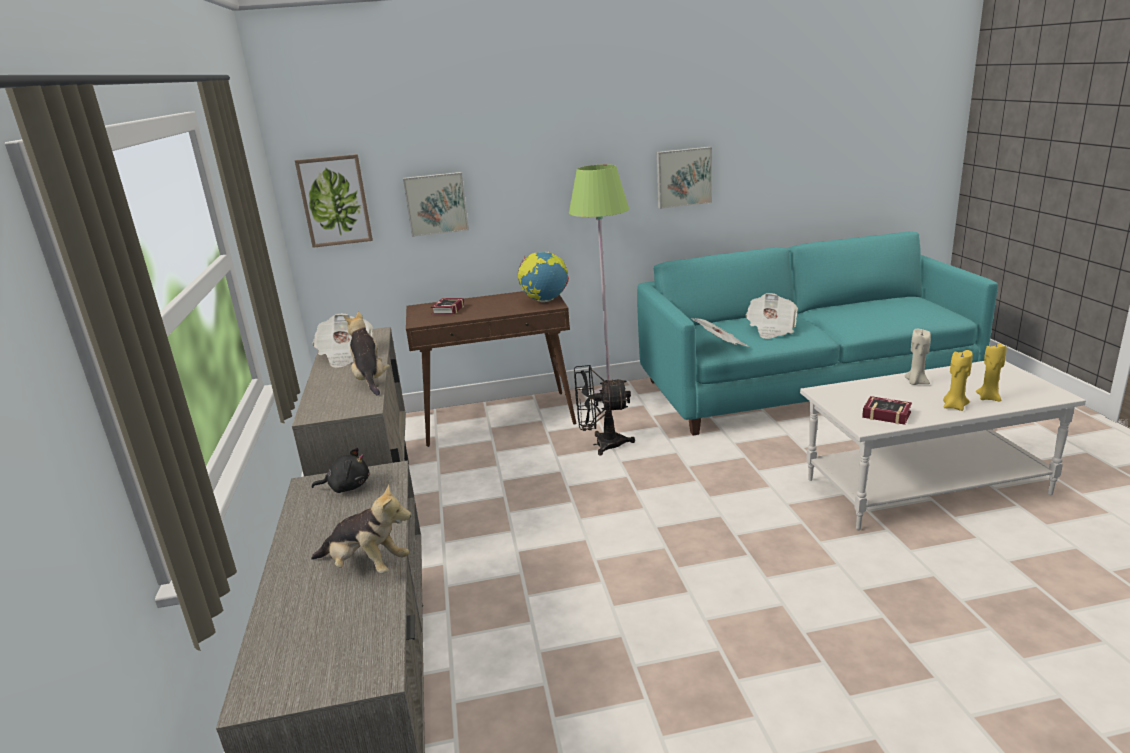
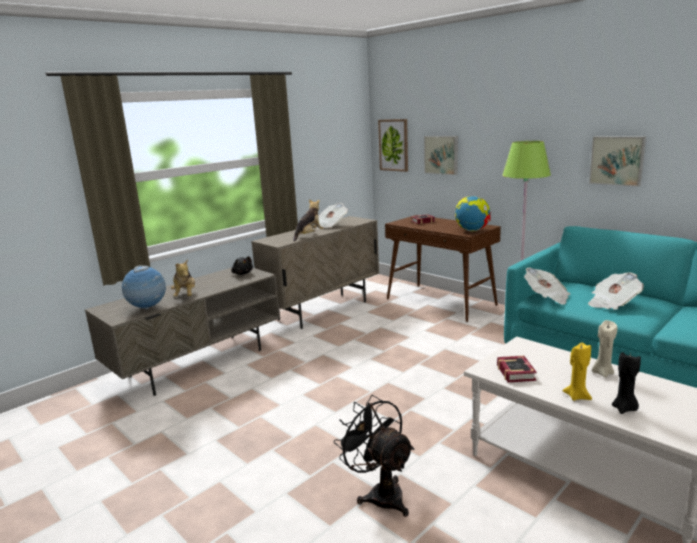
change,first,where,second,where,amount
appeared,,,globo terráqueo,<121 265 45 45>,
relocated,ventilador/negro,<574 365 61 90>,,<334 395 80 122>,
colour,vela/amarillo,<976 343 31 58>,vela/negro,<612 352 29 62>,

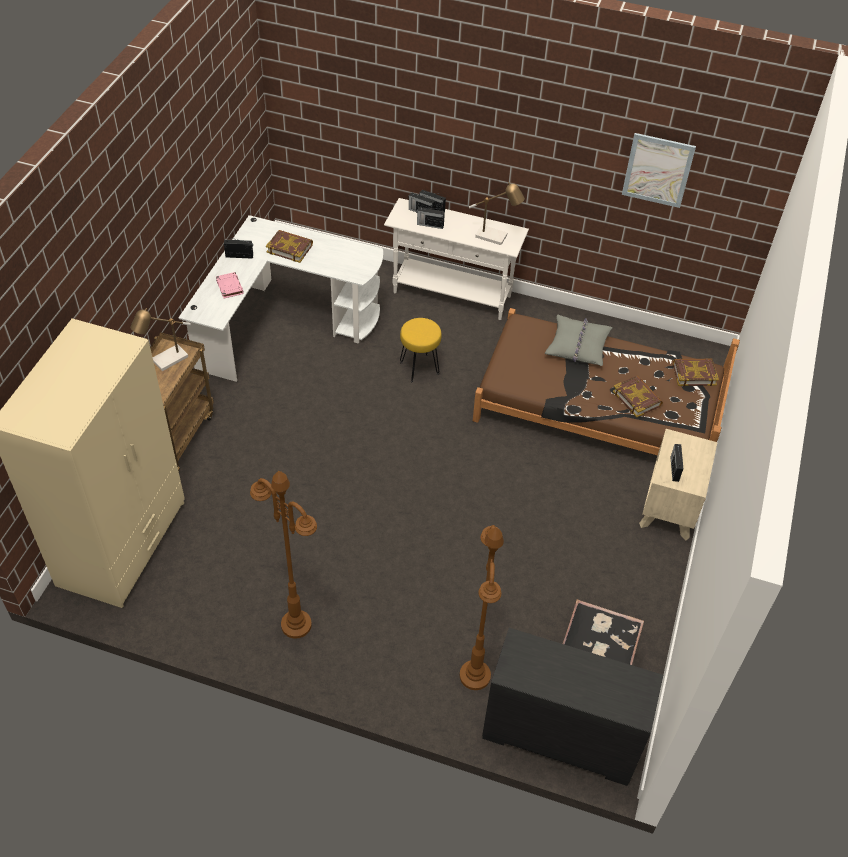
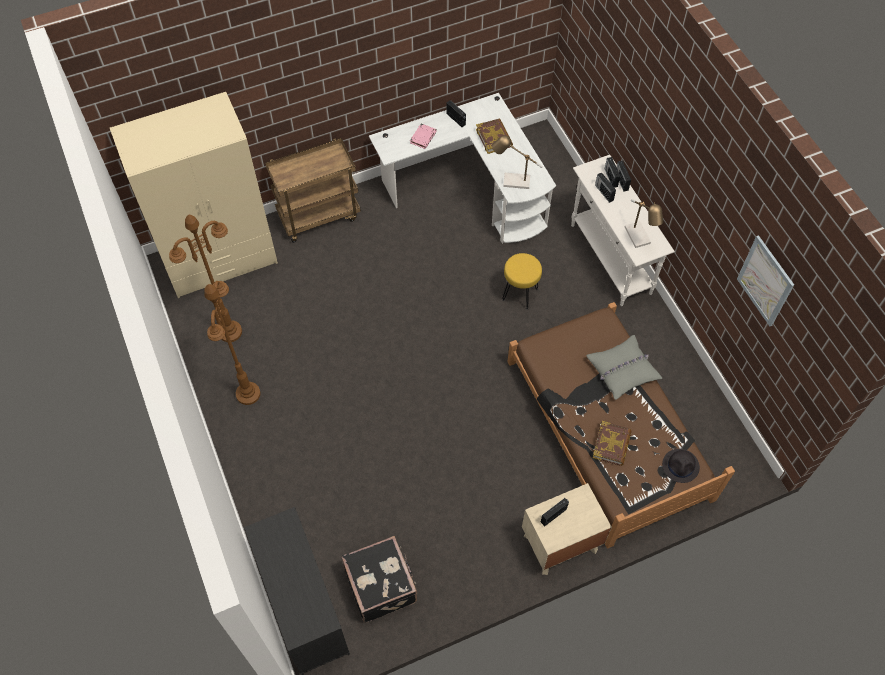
change,first,where,second,where,amount
relocated,lámpara de pie/marrón,<460 525 44 165>,,<169 214 73 128>,
relocated,lámpara de mesa,<130 308 61 63>,,<492 135 51 54>,
exchanged,libro,<673 358 46 28>,sombrero/negro,<662 449 38 34>,

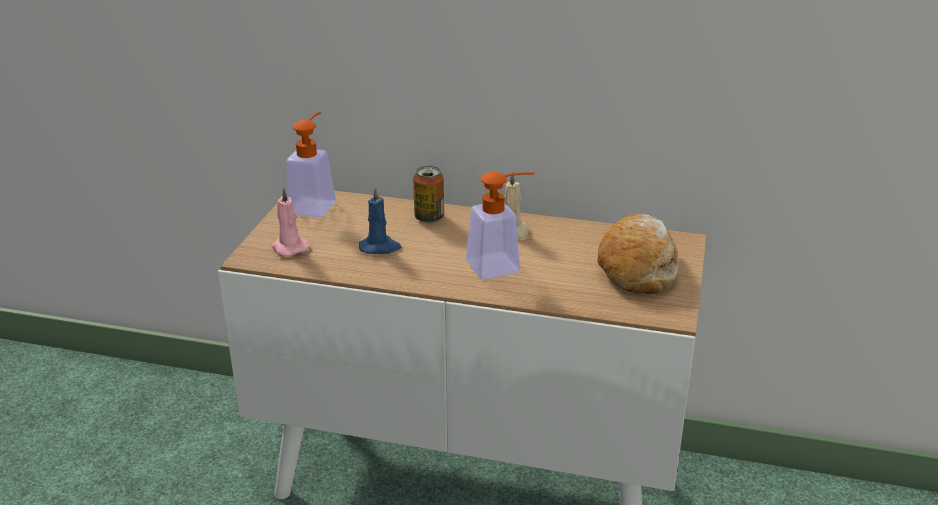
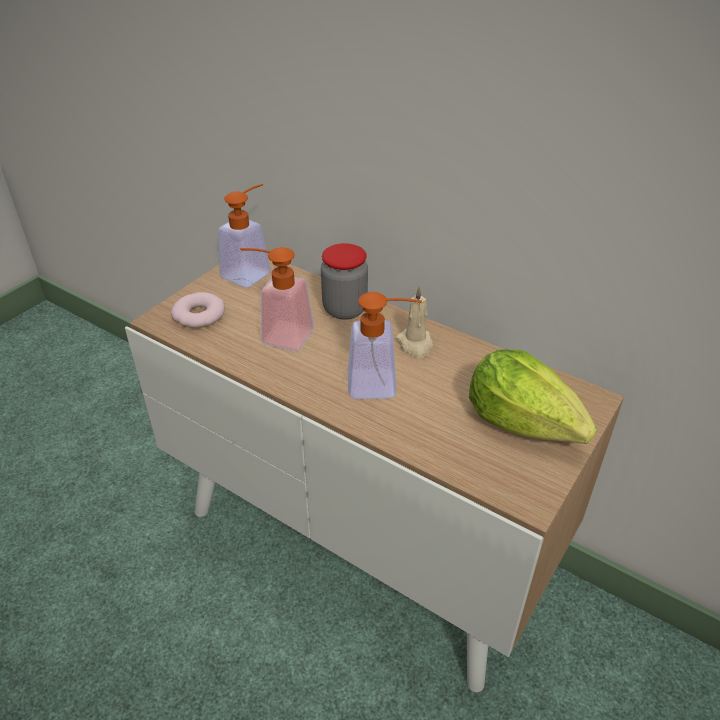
change,first,where,second,where,amount
exchanged,vela/rosa,<272 187 37 69>,rosquilla,<171 292 54 36>,
exchanged,vela/azul,<359 186 42 68>,dispensador de jabón,<240 247 74 104>,
exchanged,lata,<413 166 31 57>,tarro,<321 243 47 77>,
exchanged,pan,<598 214 80 80>,lechuga,<469 349 128 95>,

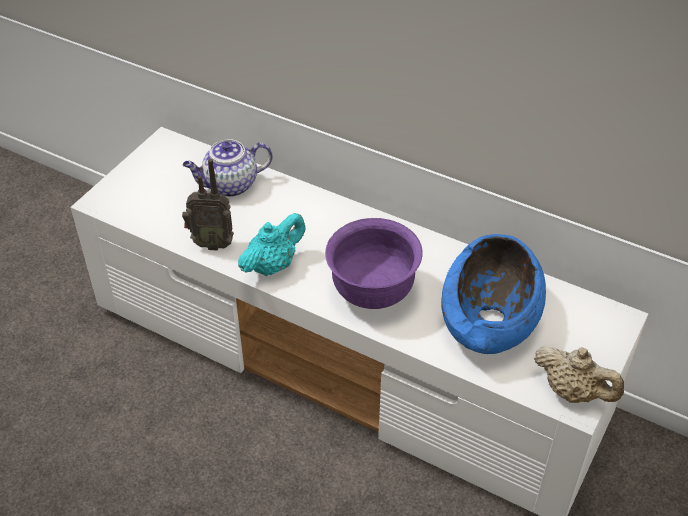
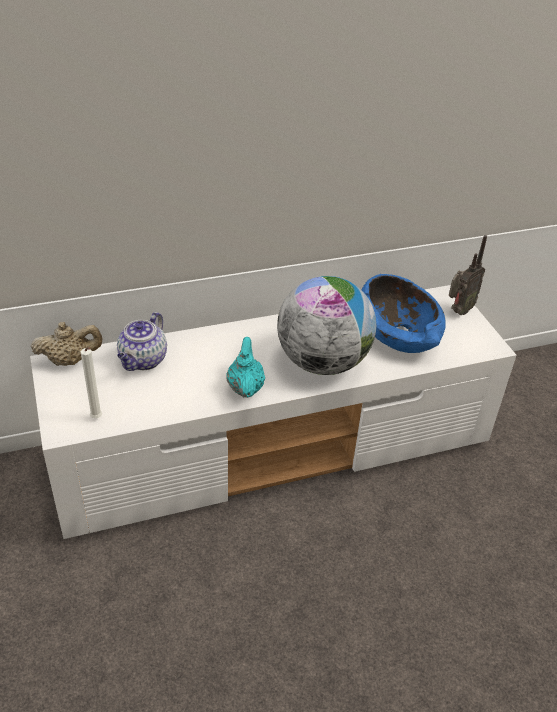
change,first,where,second,where,amount
relocated,tetera/beis,<534 346 90 57>,,<31 322 72 44>,
appeared,,,vela/blanco,<81 347 21 71>,
exchanged,cuenco/morado,<325 218 98 91>,globo terráqueo,<277 276 99 99>,
relocated,radio,<182 159 52 92>,,<449 235 38 80>,

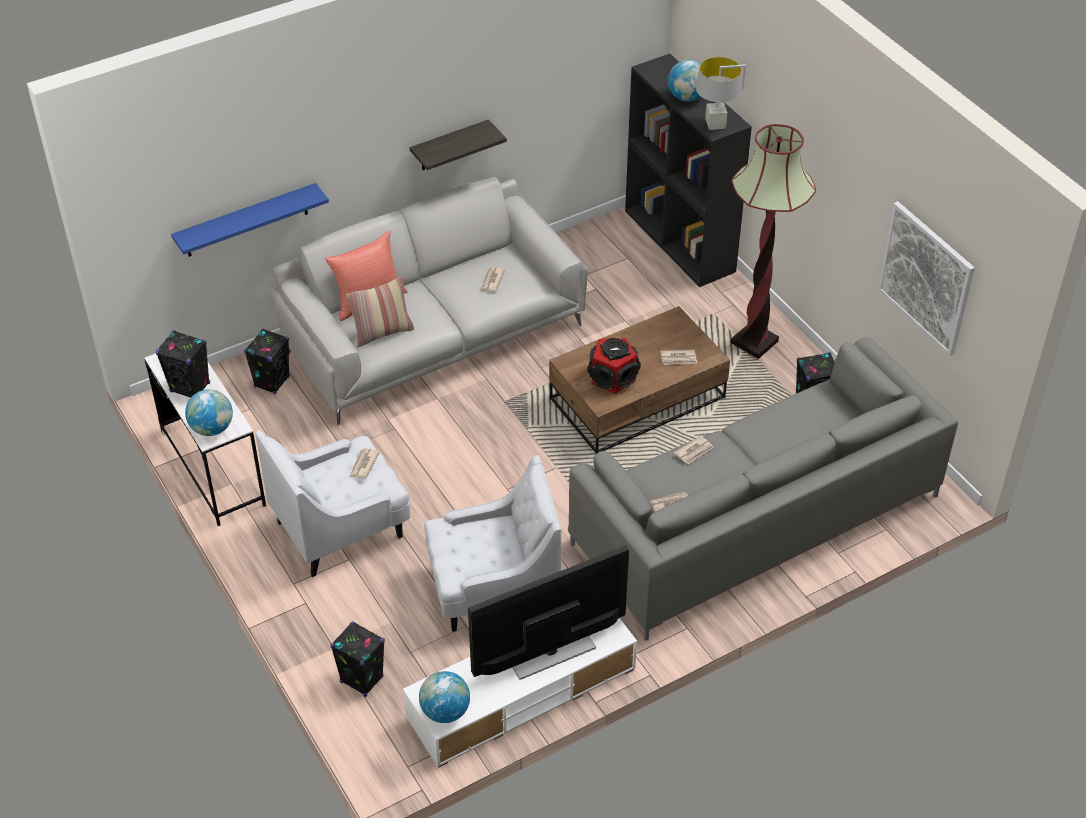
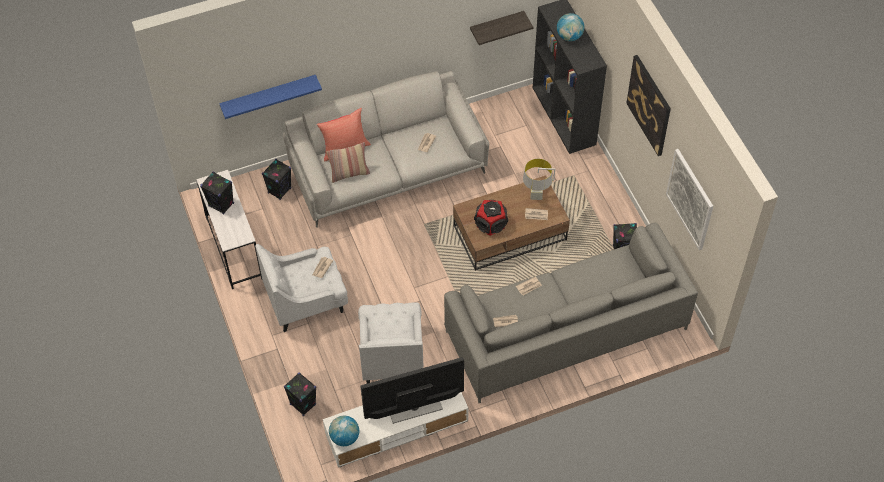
change,first,where,second,where,amount
spun,sillón/blanco,<424 455 138 177>,,<358 302 66 82>,90 degrees clockwise
relocated,estante,<410 119 97 51>,,<470 11 63 34>,
relocated,lámpara de mesa/gris,<696 57 50 73>,,<523 159 32 41>,
appeared,,,cuadro,<626 55 45 101>,
missing,globo terráqueo,<185 389 48 47>,,,
missing,lámpara de pie,<731 124 85 235>,,,

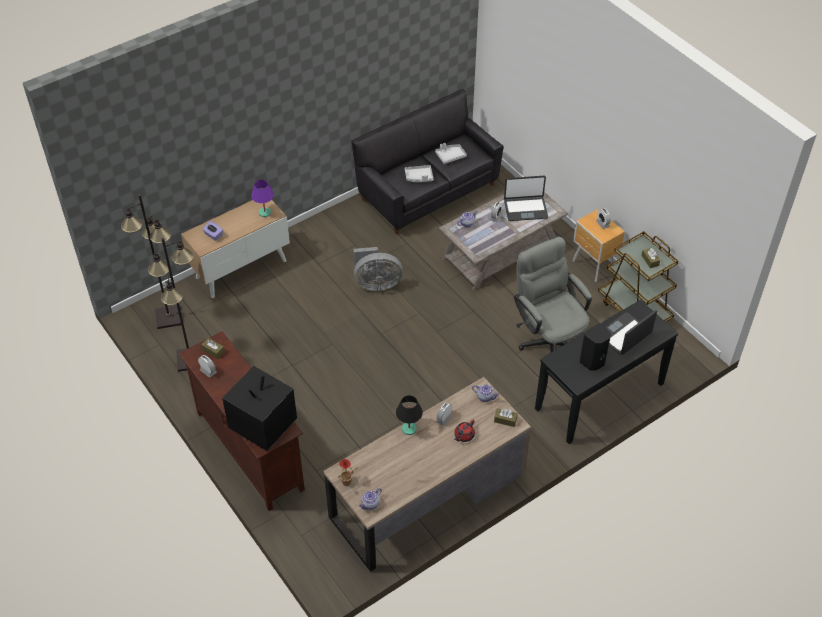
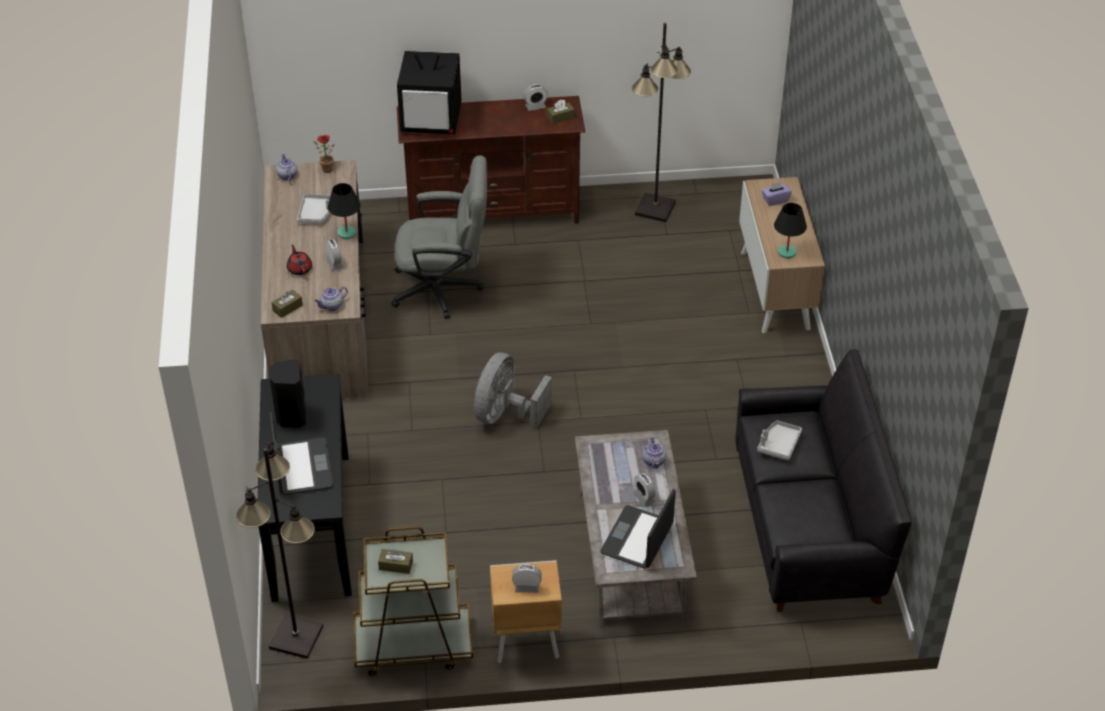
change,first,where,second,where,amount
relocated,lámpara de pie/negro,<121 194 61 135>,,<236 442 87 217>,
relocated,bandeja/gris,<435 143 32 21>,,<297 194 34 30>,
relocated,silla de oficina/gris,<514 237 78 115>,,<391 155 96 164>,
spun,televisor,<222 366 75 85>,,<397 51 64 83>,120 degrees clockwise
relocated,ventilador/gris,<354 247 49 44>,,<474 353 78 74>,
colour,lámpara de mesa/morado,<251 180 23 37>,lámpara de mesa/negro,<774 203 33 56>,

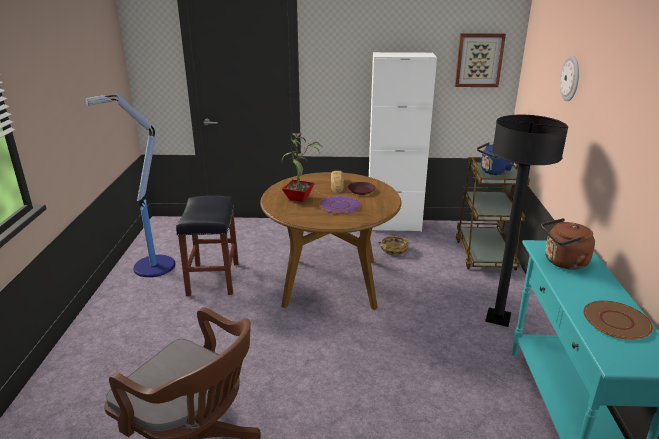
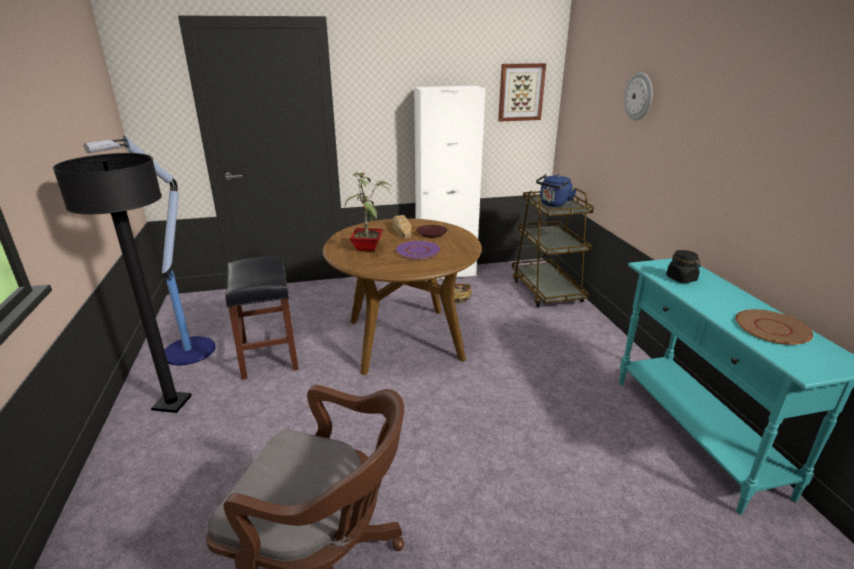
change,first,where,second,where,amount
relocated,lámpara de pie/negro,<485 115 83 212>,,<53 153 139 260>,
exchanged,hervidor/marrón,<541 218 54 52>,tarro/negro,<666 250 35 33>,

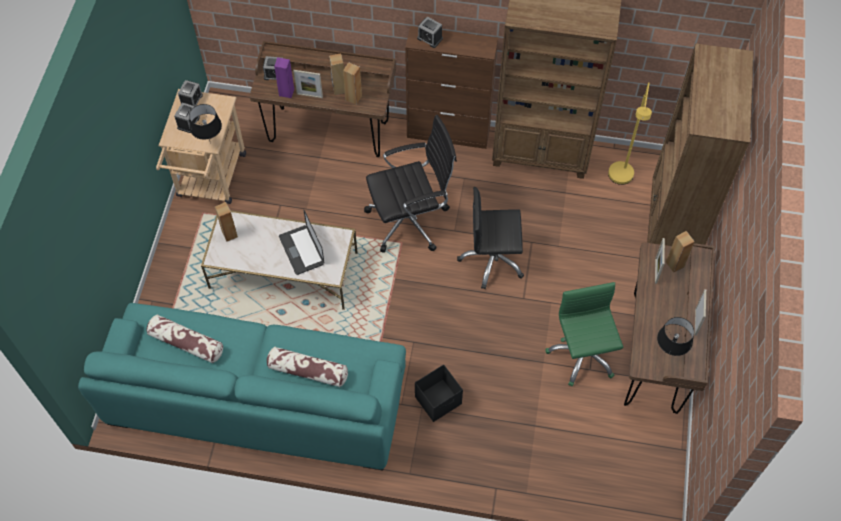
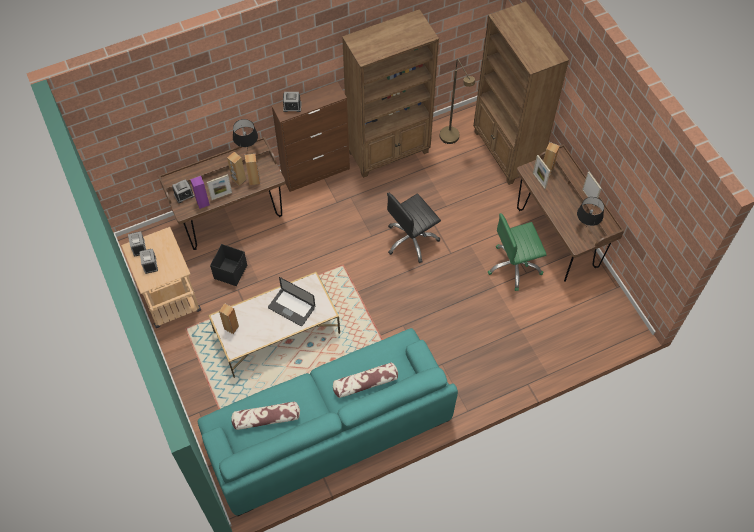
change,first,where,second,where,amount
relocated,caja de almacenaje/negro,<415 364 48 58>,,<210 244 37 42>,
relocated,lámpara de mesa/negro,<189 104 33 40>,,<233 119 25 30>,
colour,lámpara de pie/amarillo,<608 82 44 103>,lámpara de pie/marrón,<440 59 35 85>,
spun,silla de oficina/verde,<545 282 78 105>,,<488 213 59 78>,60 degrees counterclockwise
missing,silla de oficina/negro,<364 115 93 138>,,,

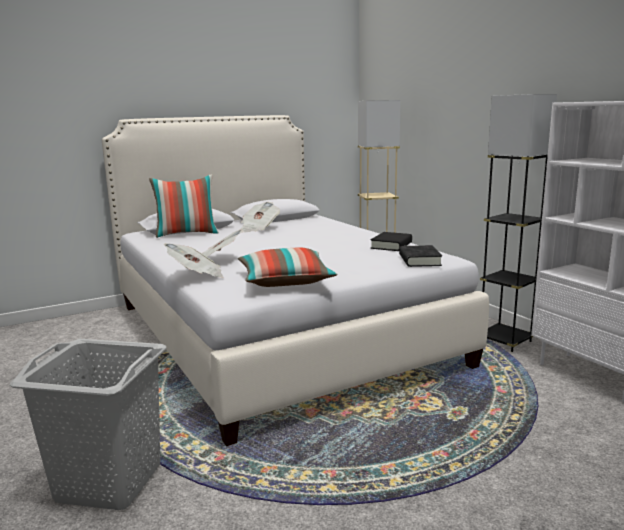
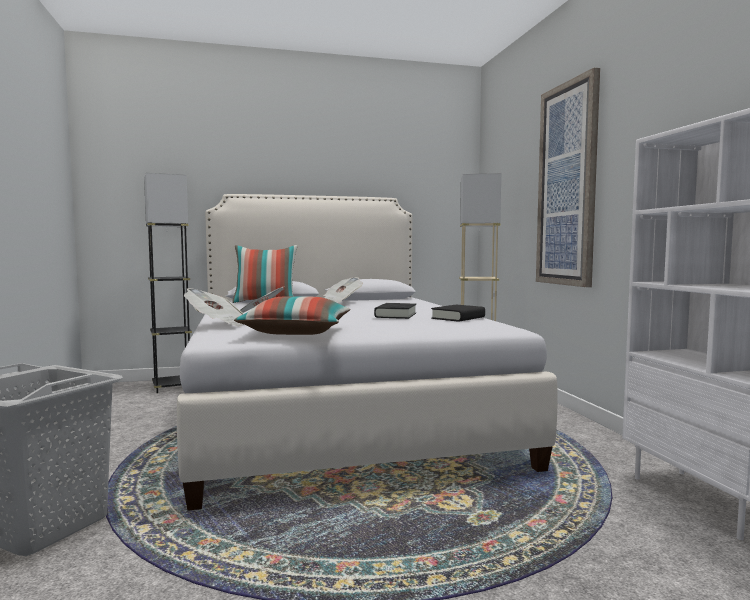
change,first,where,second,where,amount
relocated,lámpara de pie/gris,<480 94 77 258>,,<144 173 48 220>,
relocated,libro/negro,<399 245 43 22>,,<374 303 42 16>,
appeared,,,cuadro,<536 68 64 219>,

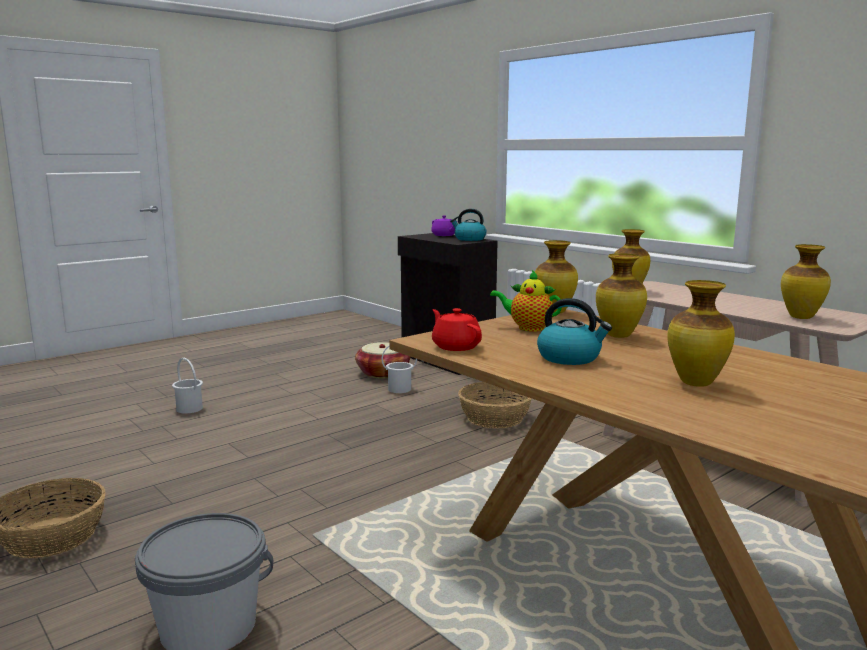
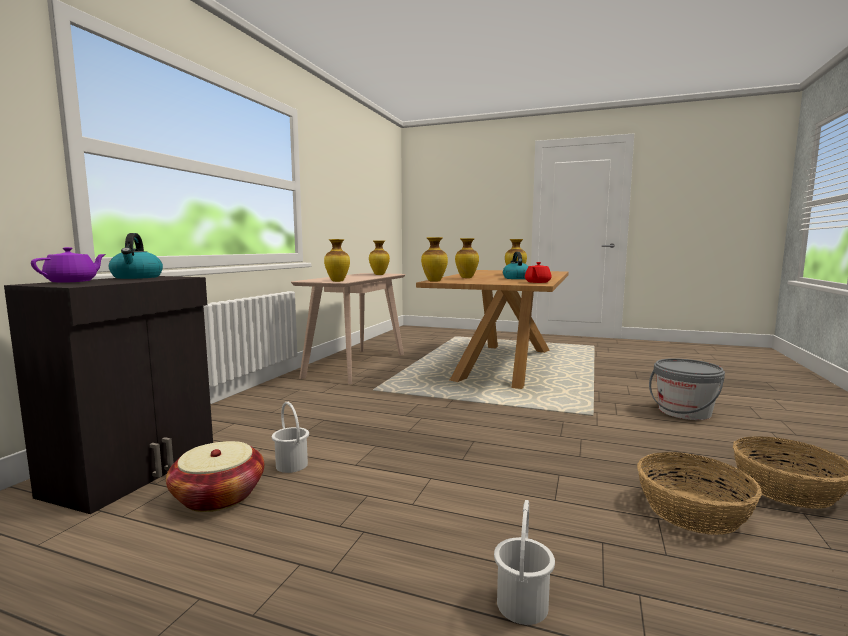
change,first,where,second,where,amount
relocated,cesta,<458 382 74 46>,,<637 452 125 83>,
missing,tetera,<490 270 72 62>,,,

